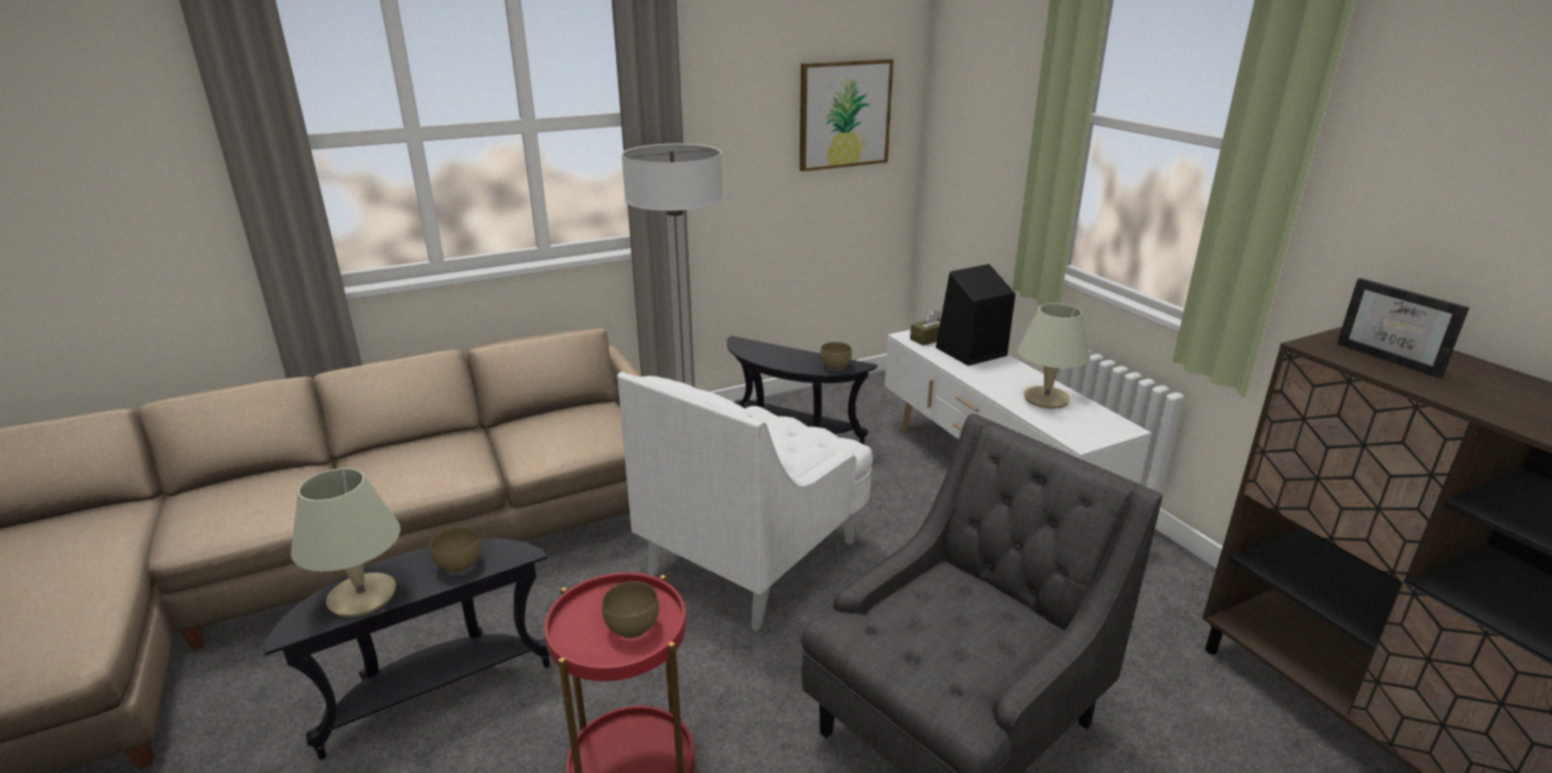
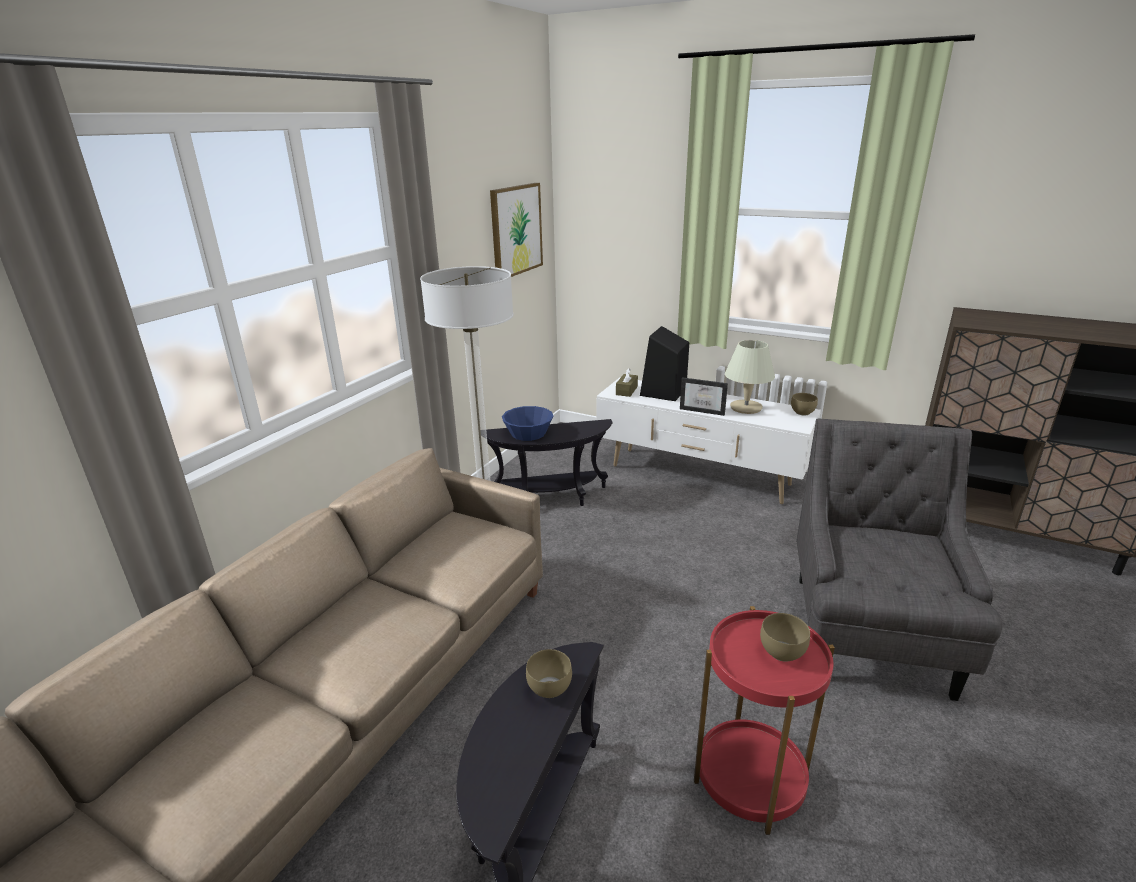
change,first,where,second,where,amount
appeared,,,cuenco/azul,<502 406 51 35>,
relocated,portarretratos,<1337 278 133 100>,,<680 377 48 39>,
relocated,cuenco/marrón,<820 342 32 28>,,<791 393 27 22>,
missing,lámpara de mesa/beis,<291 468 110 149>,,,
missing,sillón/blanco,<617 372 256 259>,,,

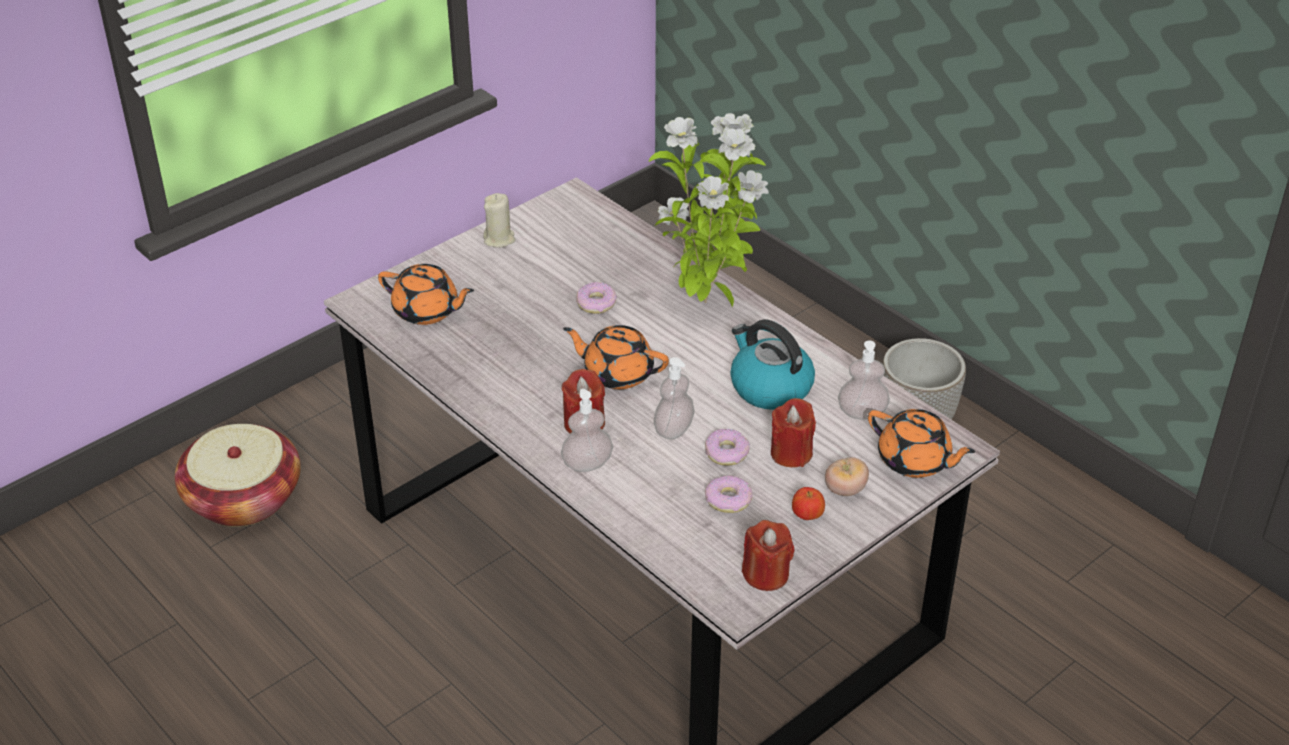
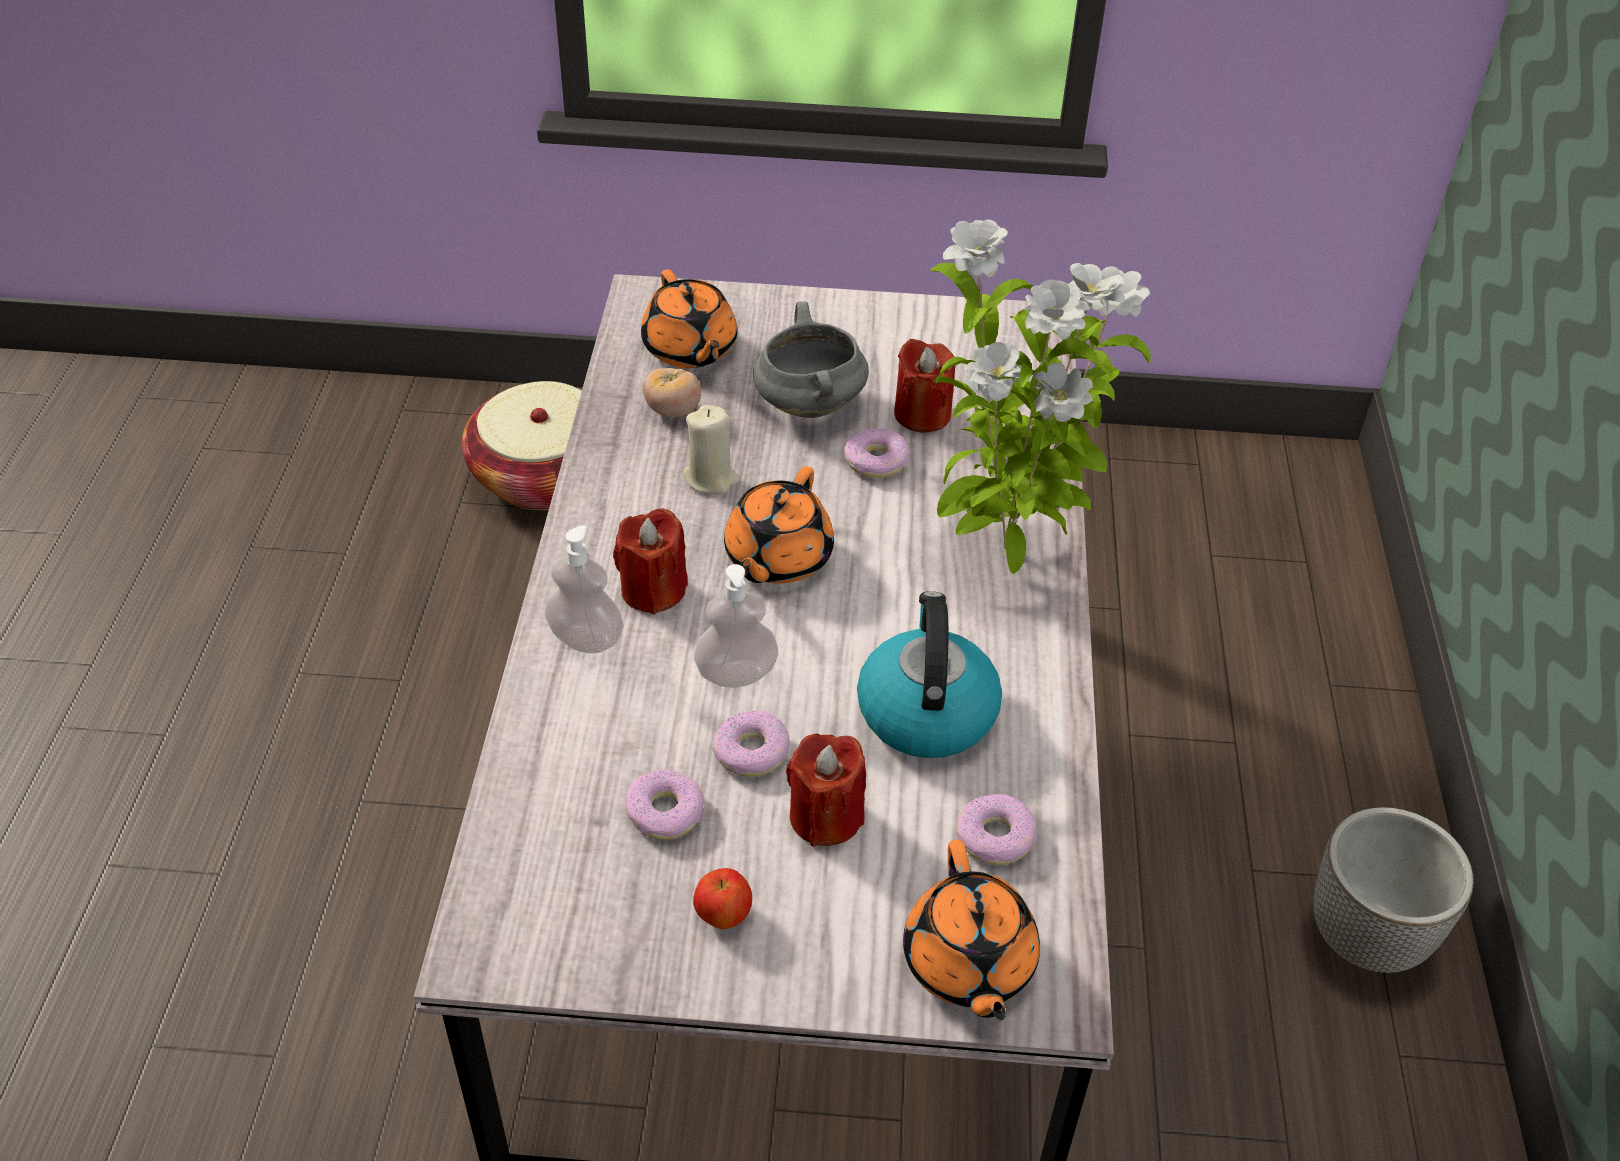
change,first,where,second,where,amount
relocated,tomate,<825 457 44 39>,,<643 368 58 49>,
relocated,vela/beis,<483 193 33 55>,,<683 405 57 90>,
spun,tetera/naranja,<563 325 106 64>,,<724 466 110 118>,135 degrees counterclockwise
appeared,,,olla/gris,<753 301 116 117>,
relocated,vela/rojo,<742 520 53 71>,,<894 339 62 93>,
exchanged,dispensador de jabón,<838 340 52 80>,rosquilla,<957 794 80 71>,

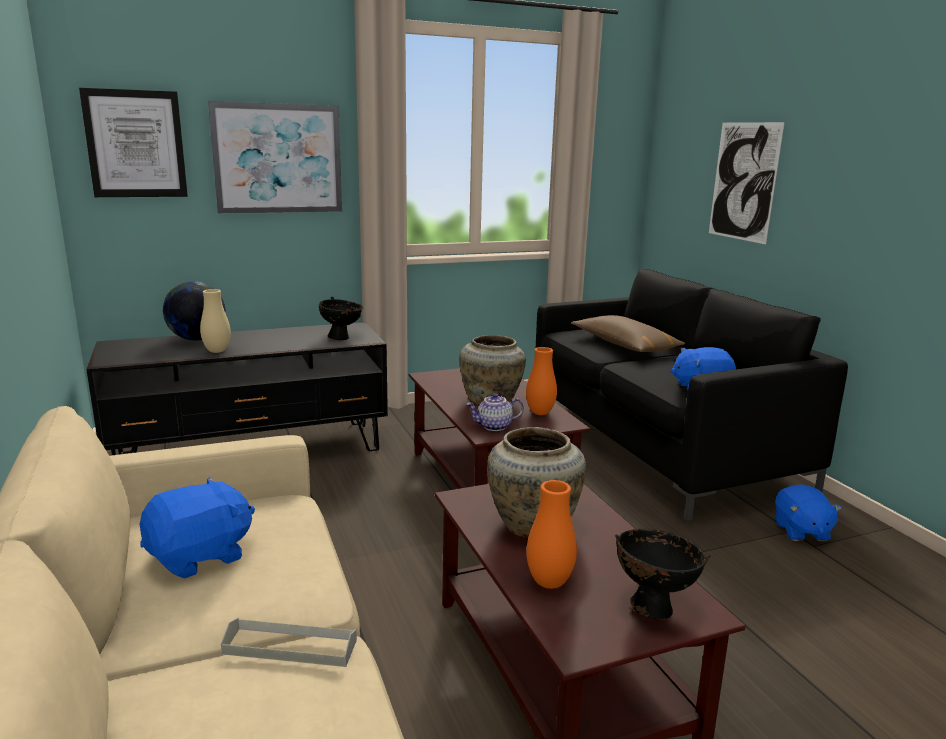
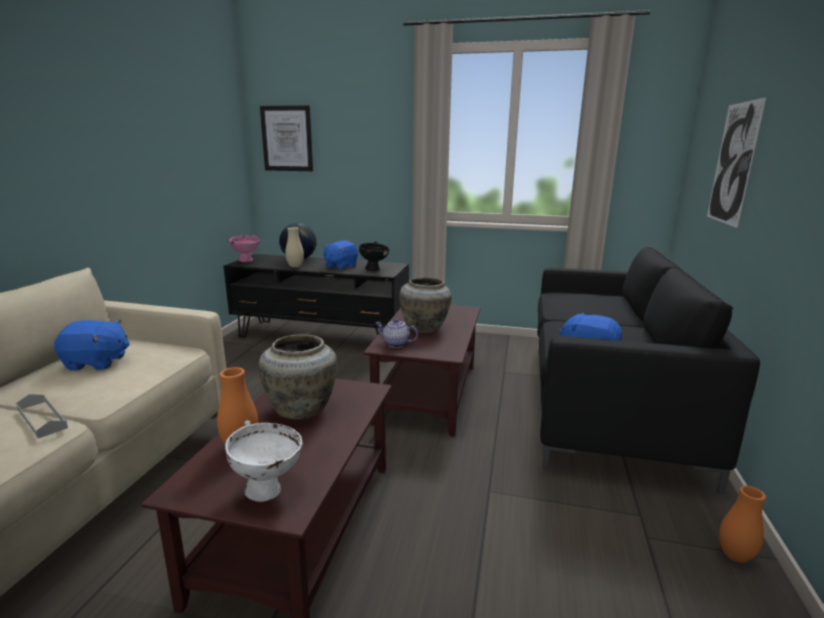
change,first,where,second,where,amount
colour,cuenco/negro,<615 529 95 91>,cuenco/blanco,<225 420 78 82>,
appeared,,,cuenco/rosa,<229 235 31 27>,
relocated,peluche/azul,<775 484 67 57>,,<323 241 35 29>,
relocated,florero/naranja,<526 347 31 68>,,<719 485 47 78>,
missing,cuadro,<208 101 134 113>,,,
missing,cojín/marrón,<571 315 115 37>,,,

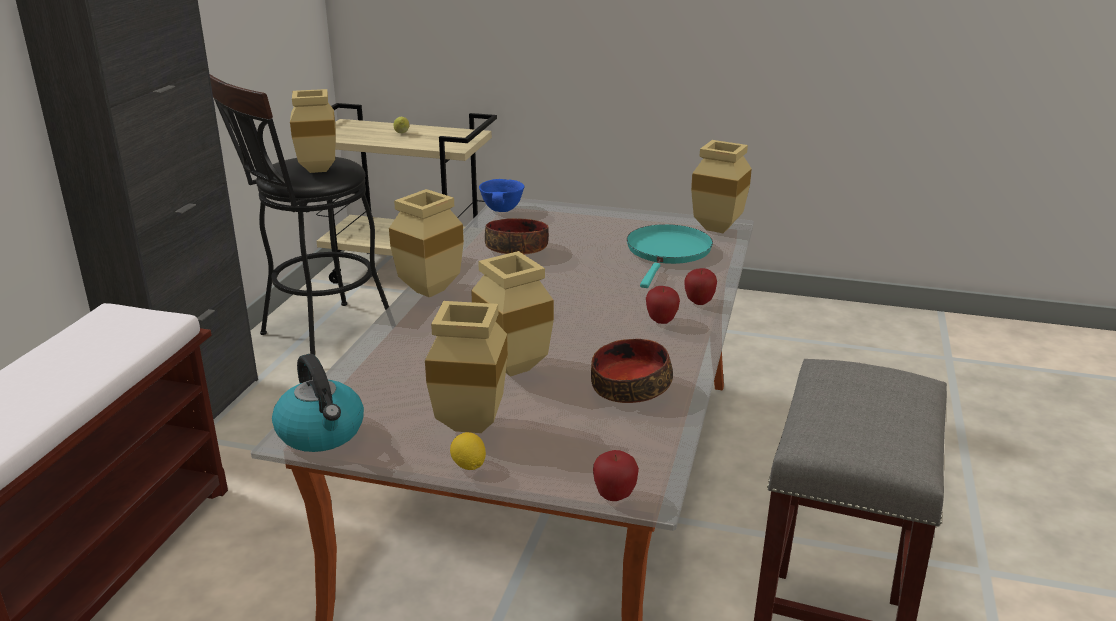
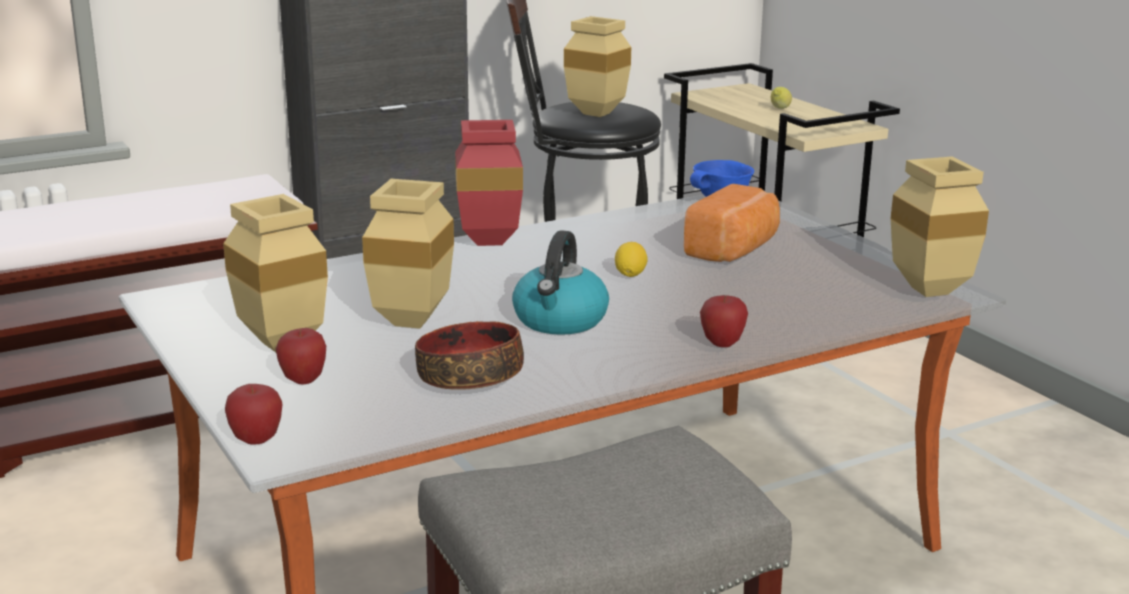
change,first,where,second,where,amount
relocated,manzana,<646 286 34 38>,,<276 328 50 56>,
colour,florero/beis,<389 189 75 108>,florero/rojo,<455 120 68 126>,
relocated,hervidor,<272 354 92 98>,,<512 230 97 105>,
relocated,limón,<450 432 36 38>,,<615 242 33 35>,
appeared,,,pan,<684 184 96 78>,
missing,cuenco,<485 218 64 36>,,,
missing,sartén/turquesa,<627 224 86 64>,,,

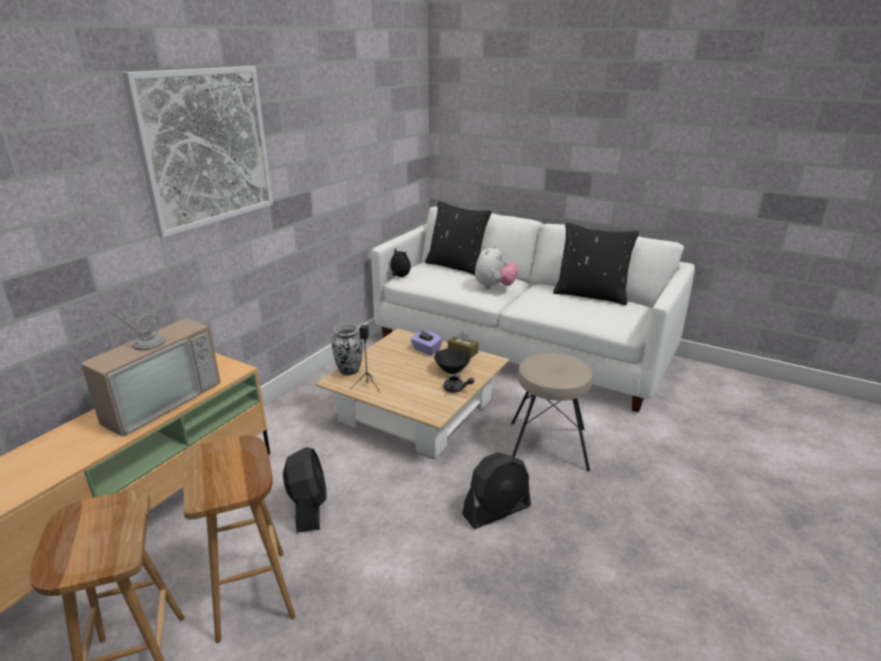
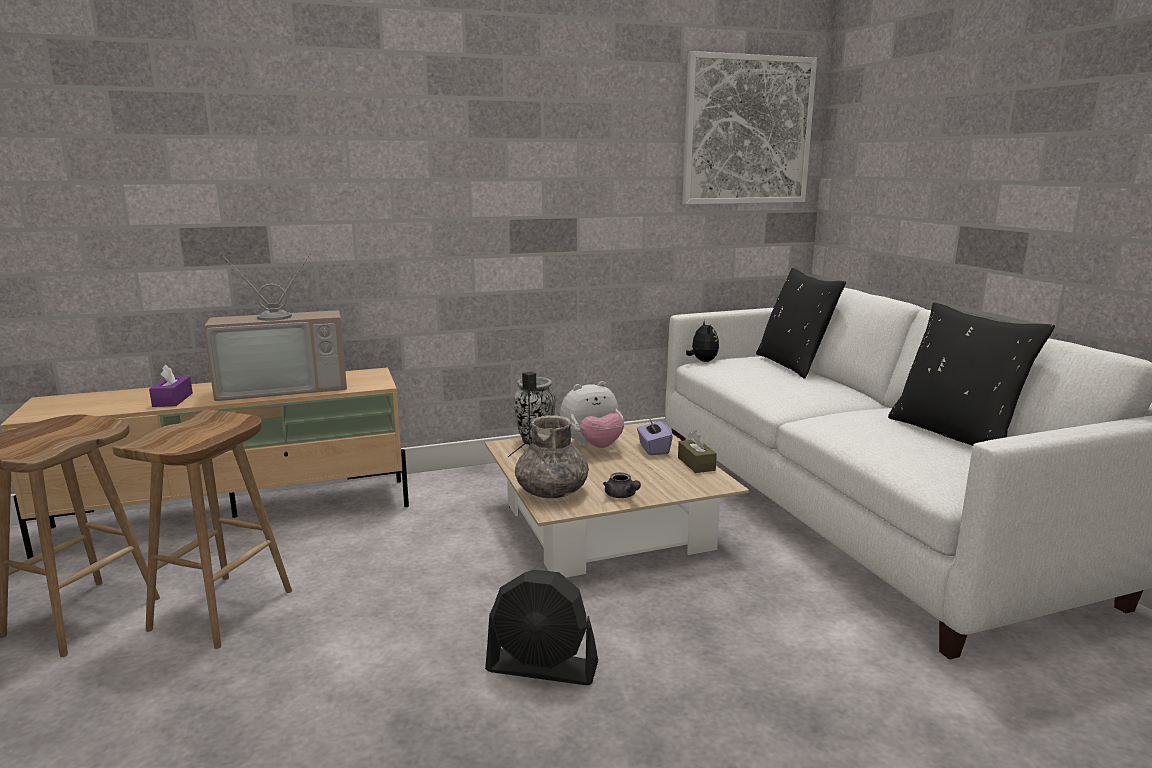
change,first,where,second,where,amount
appeared,,,caja de pañuelos/morado,<149 364 44 43>,
appeared,,,florero/gris,<515 415 74 83>,
relocated,peluche,<475 245 43 44>,,<560 381 64 67>,
relocated,cuadro,<123 66 150 172>,,<682 51 135 153>,
missing,ventilador/negro,<283 447 44 86>,,,
missing,cuenco/negro,<434 349 36 25>,,,
missing,taburete/beis,<511 353 81 119>,,,

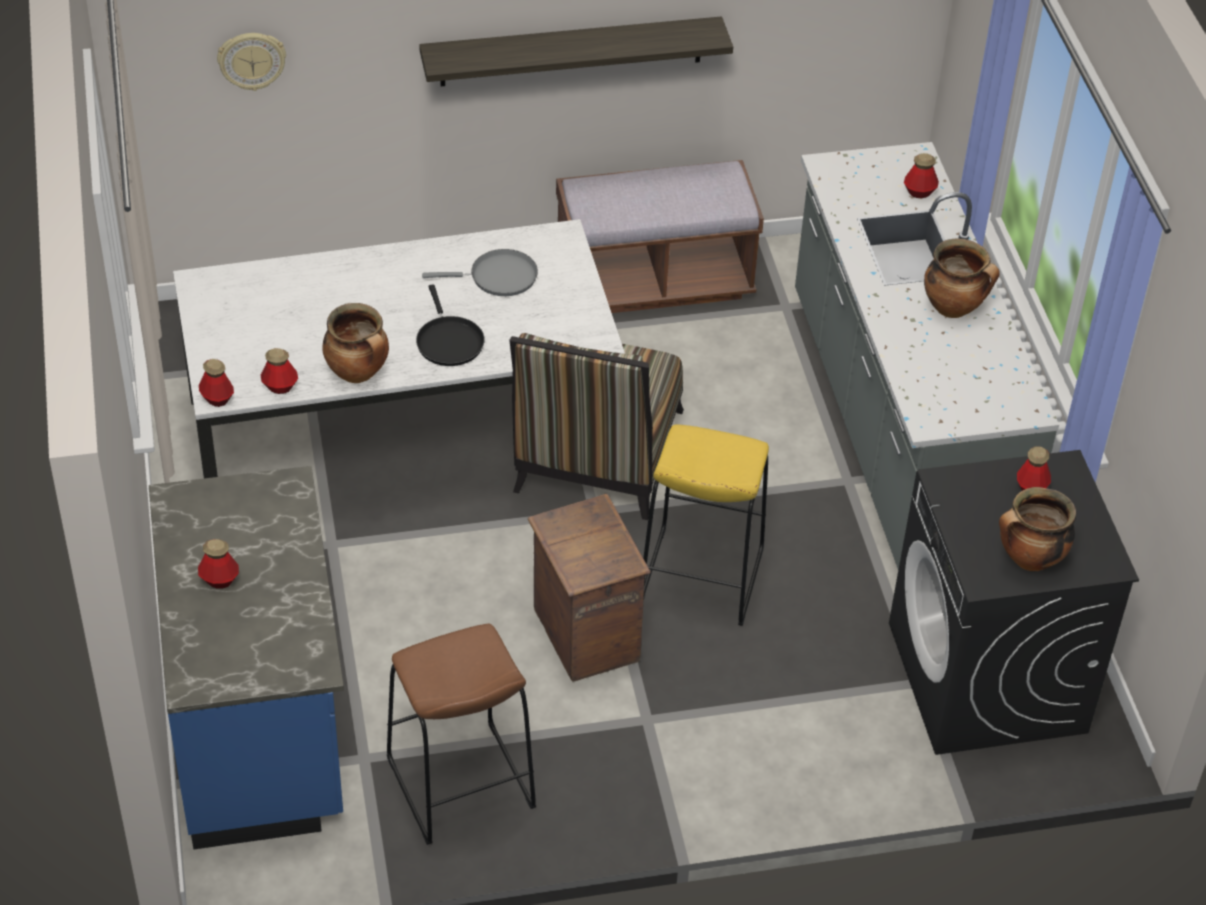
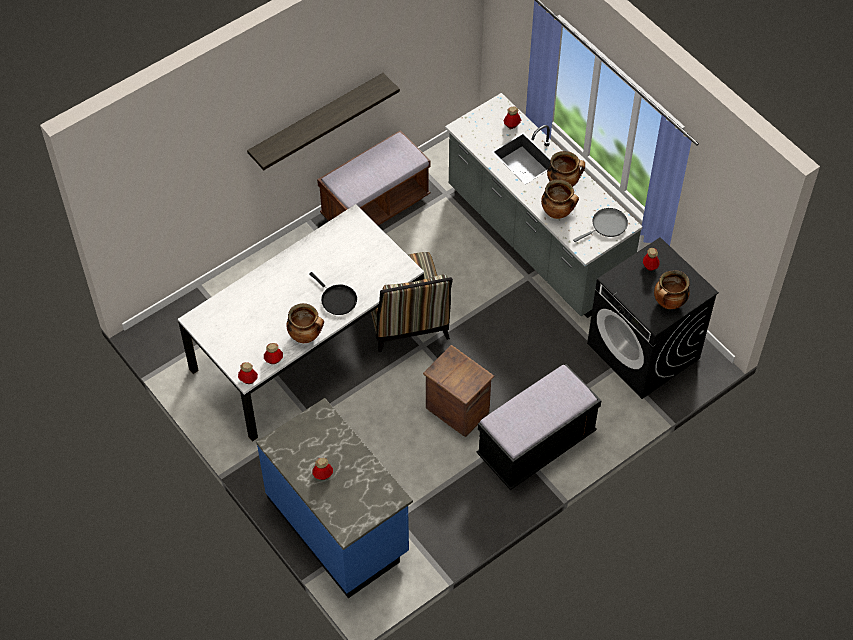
change,first,where,second,where,amount
appeared,,,banco/negro,<477 364 125 126>,
appeared,,,olla,<541 179 38 40>,
relocated,sartén/gris,<422 249 116 47>,,<573 208 55 34>,
missing,reloj de pared,<217 33 69 58>,,,
missing,taburete/marrón,<387 624 149 221>,,,
missing,taburete/amarillo,<643 424 126 202>,,,

